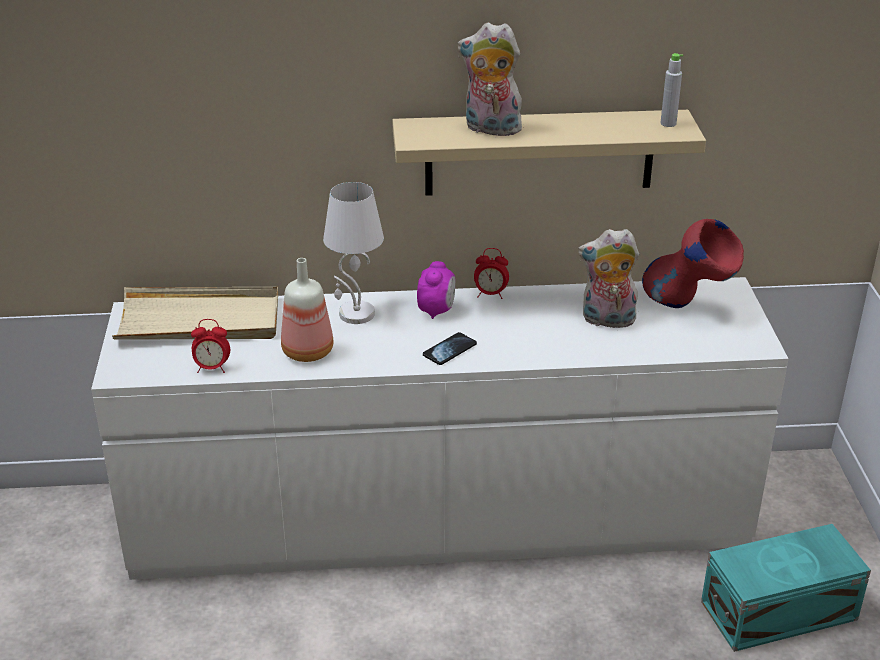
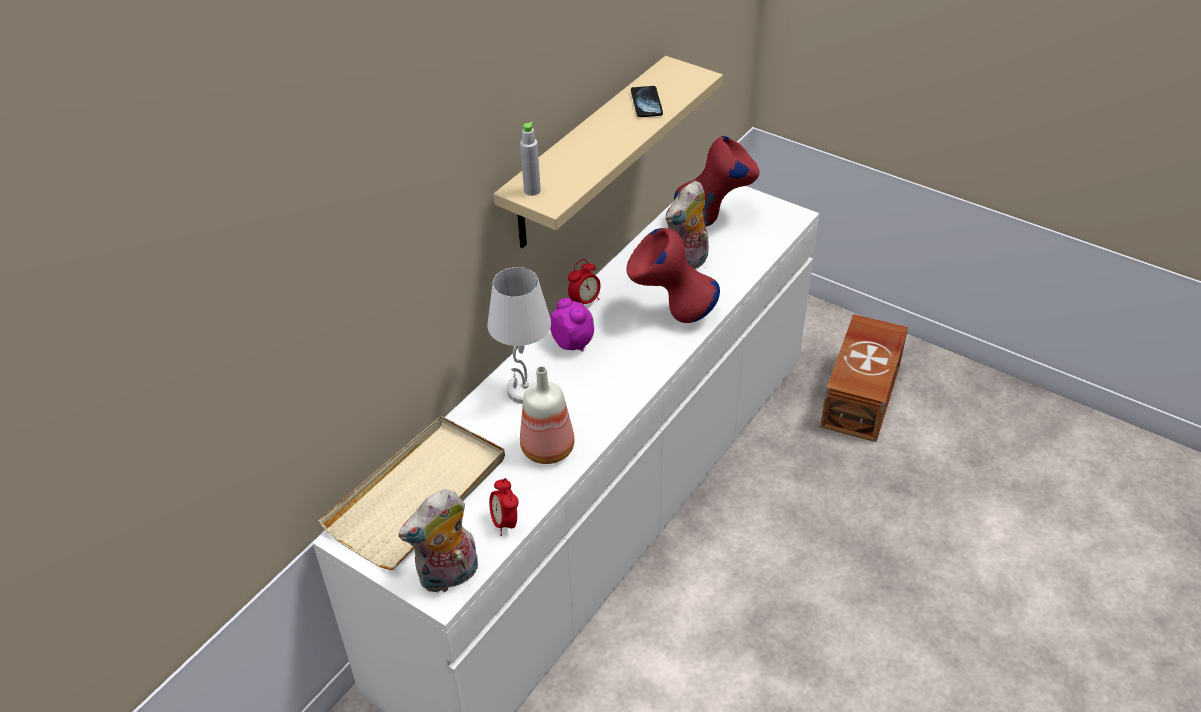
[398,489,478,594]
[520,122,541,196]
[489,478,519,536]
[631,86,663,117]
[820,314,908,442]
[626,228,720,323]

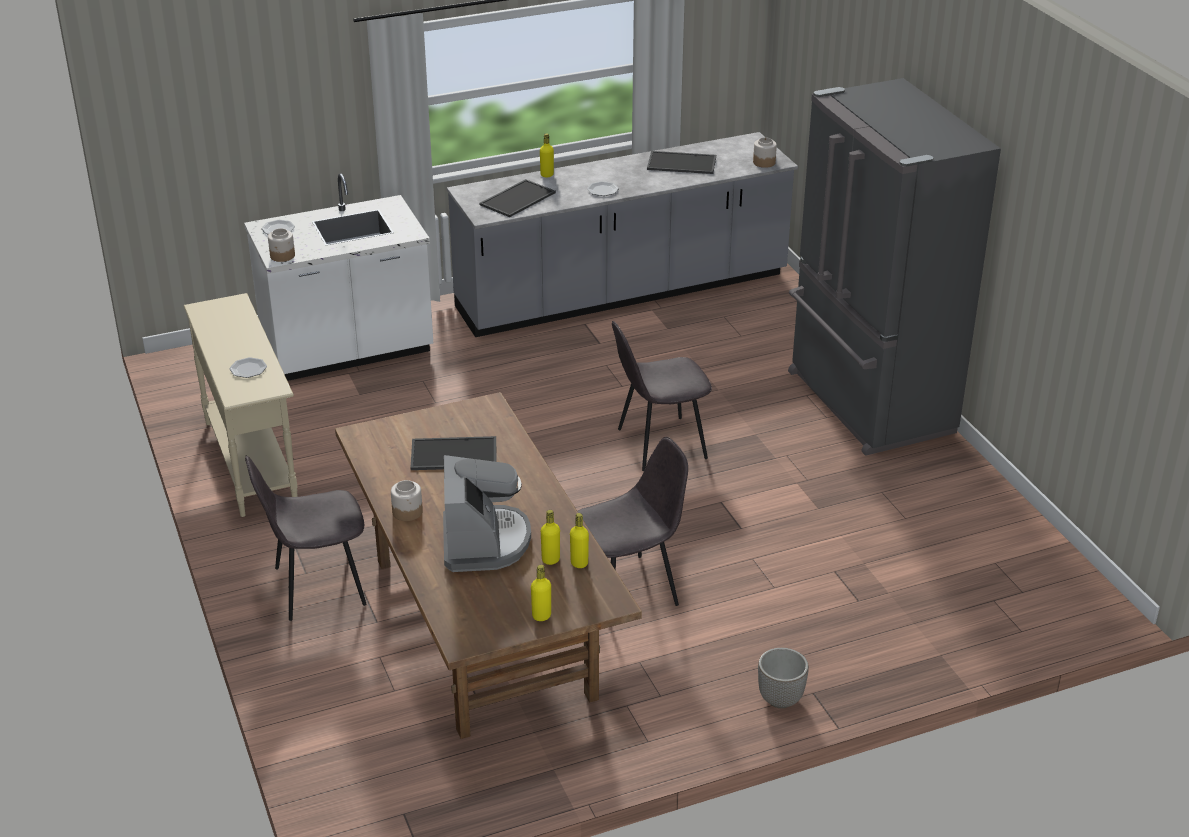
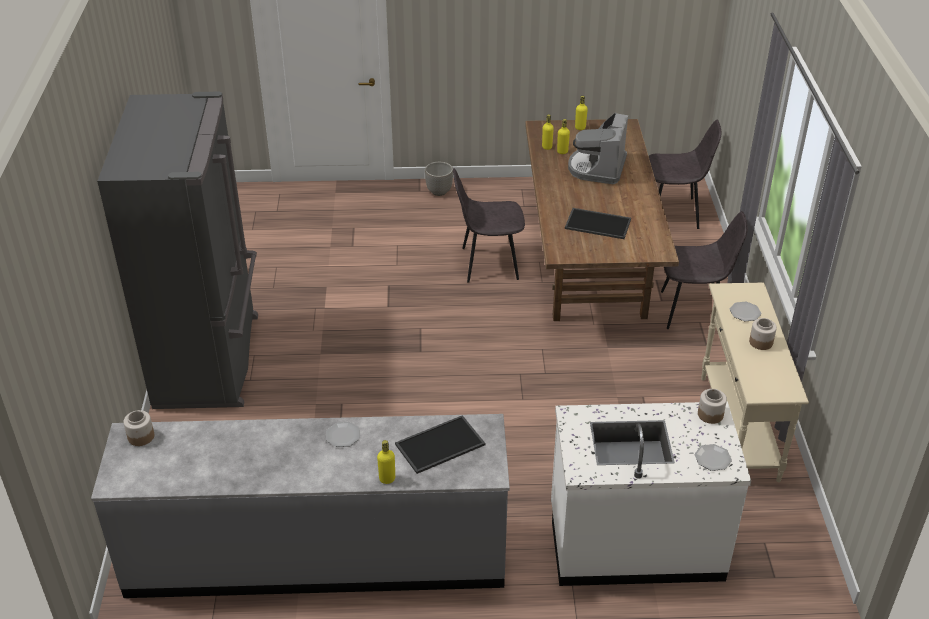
[647,151,716,174] (first image)
[649,120,721,229]
[749,318,777,350]

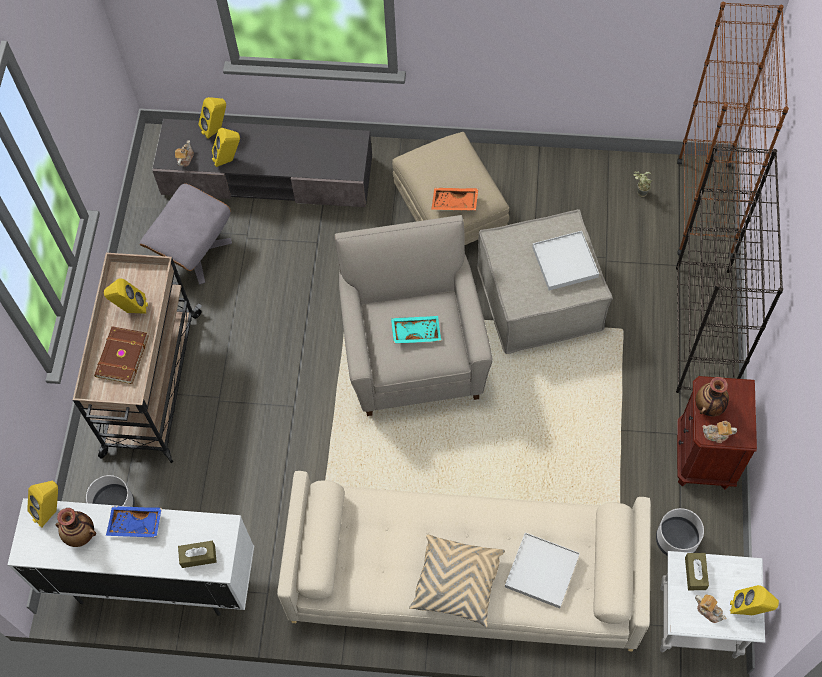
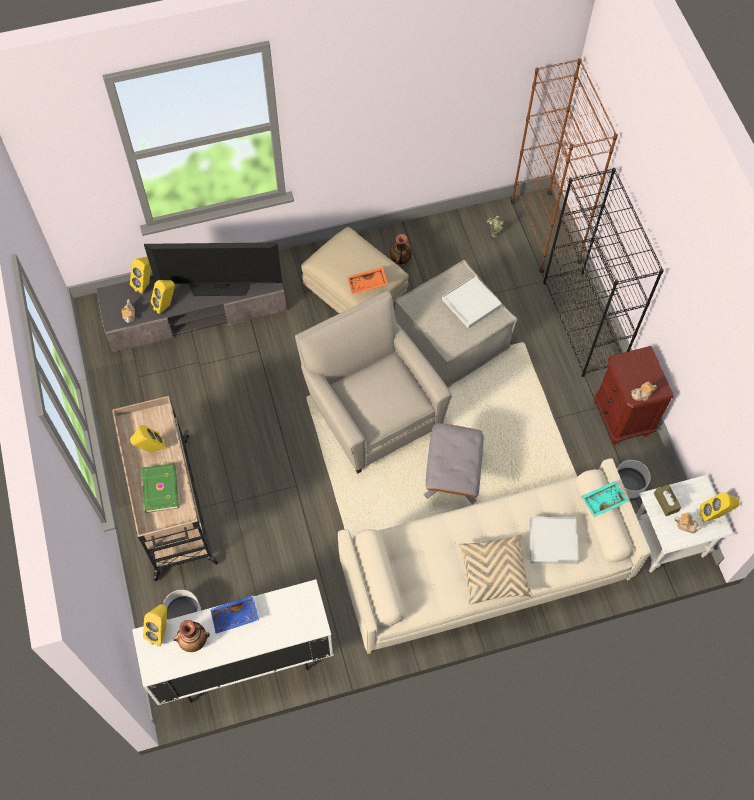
[424,423,484,504]
[581,481,628,517]
[142,463,179,513]
[390,234,412,264]
[178,541,217,568] (first image)
[144,242,282,296]

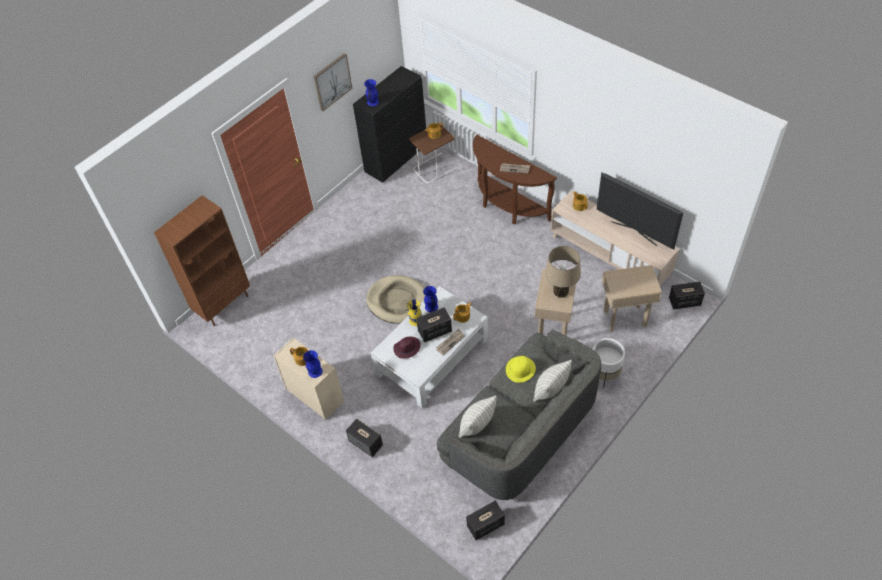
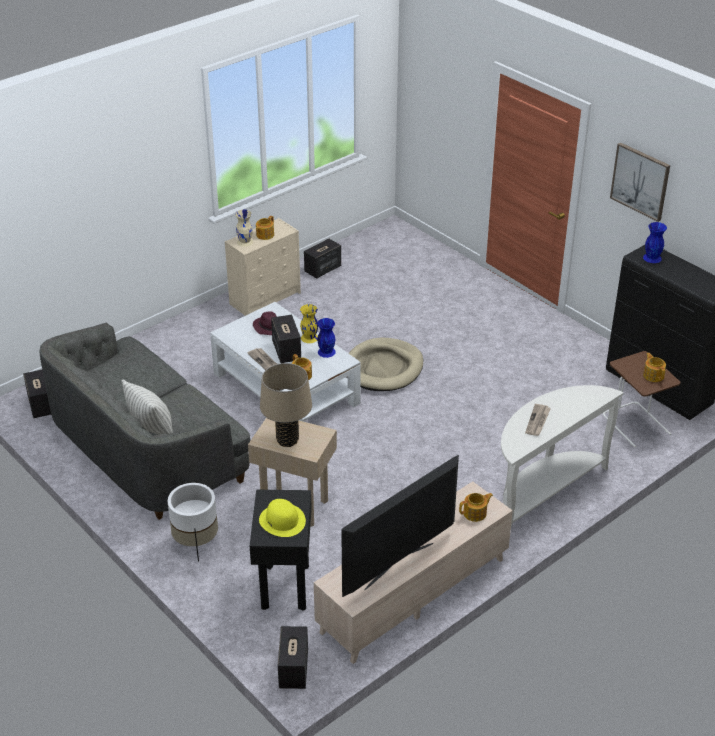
[501,385,623,527]
[154,195,250,326] (first image)
[250,490,312,610]
[235,210,253,247]
[259,499,306,537]
[458,395,497,438] (first image)
[304,239,341,278]

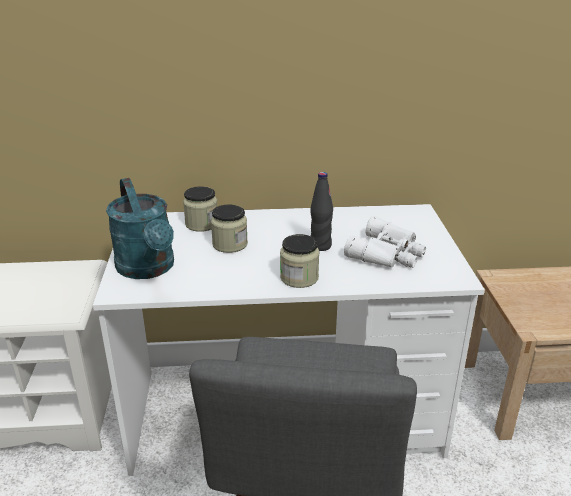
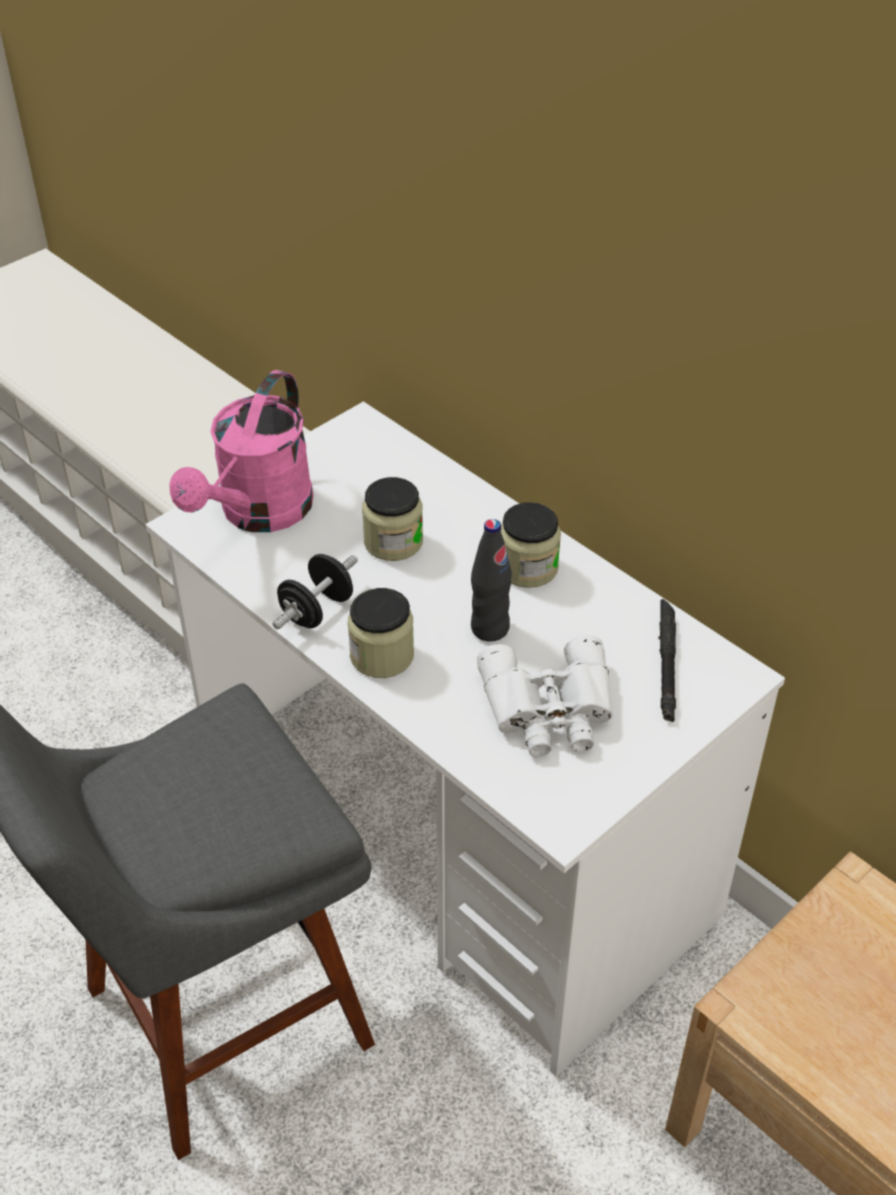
[169,370,314,532]
[501,502,561,588]
[273,554,358,630]
[658,599,676,722]

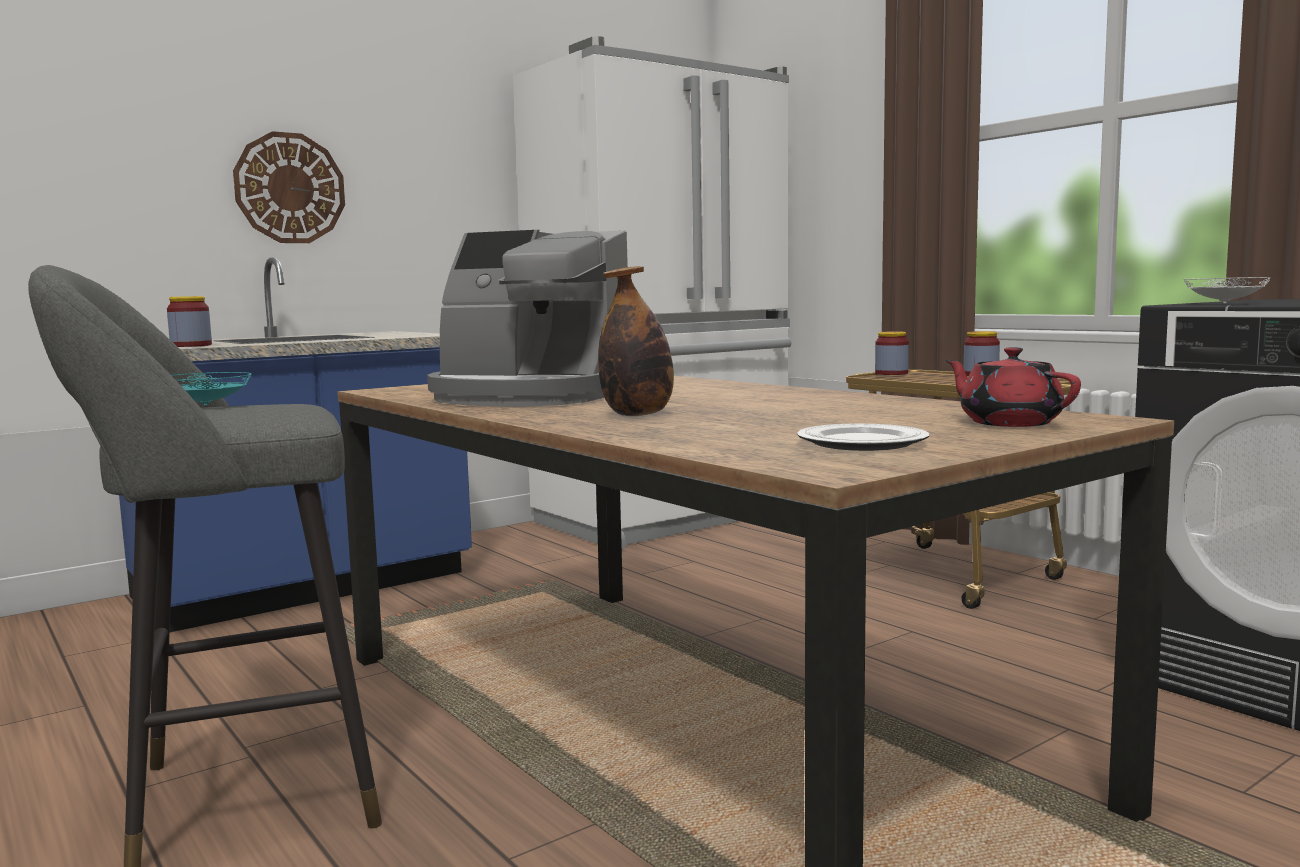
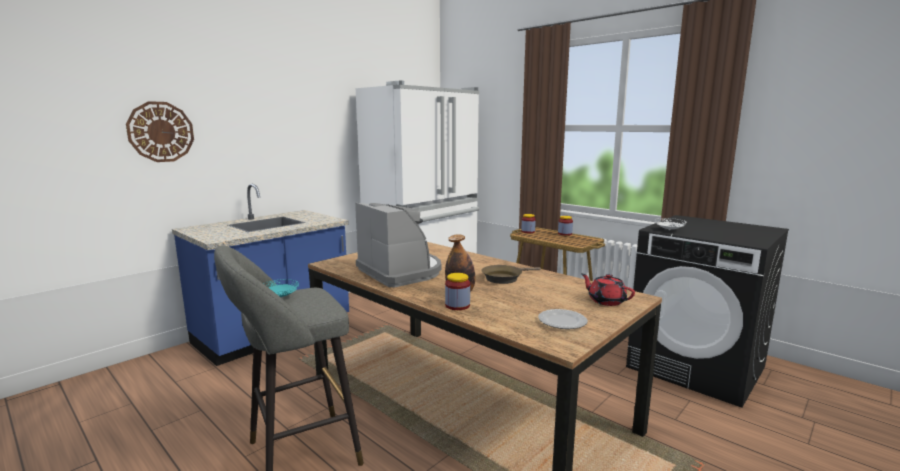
[126,101,194,162]
[355,202,441,287]
[445,273,470,310]
[481,265,541,284]

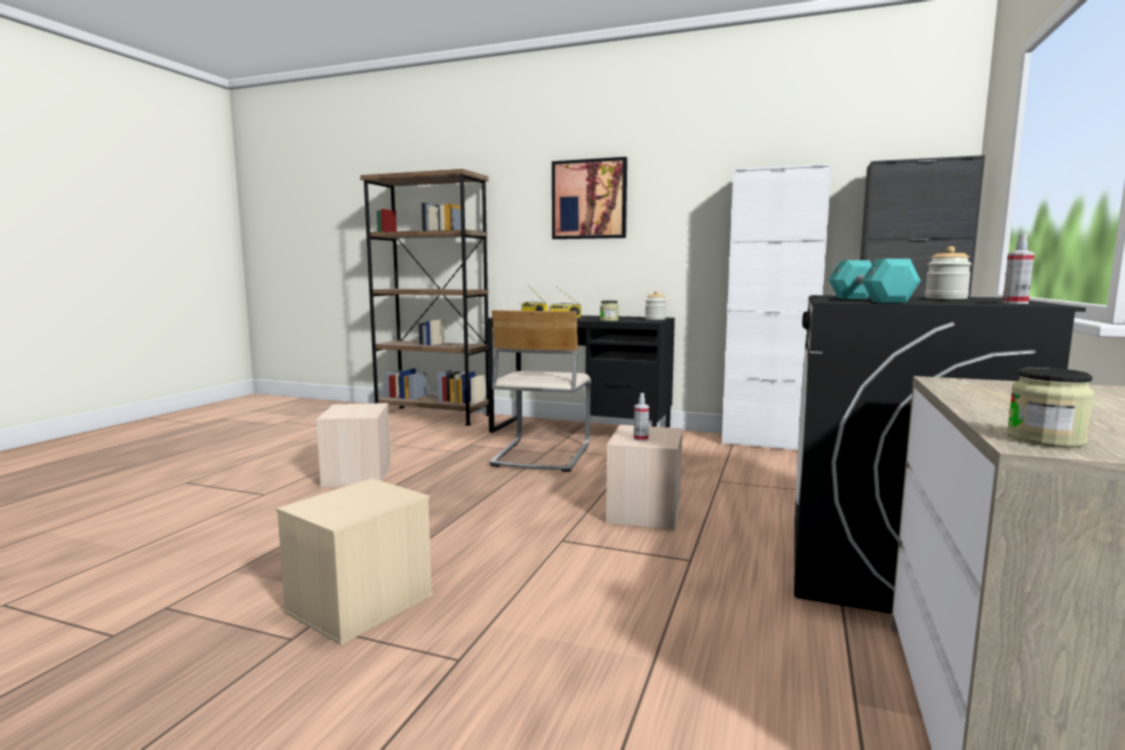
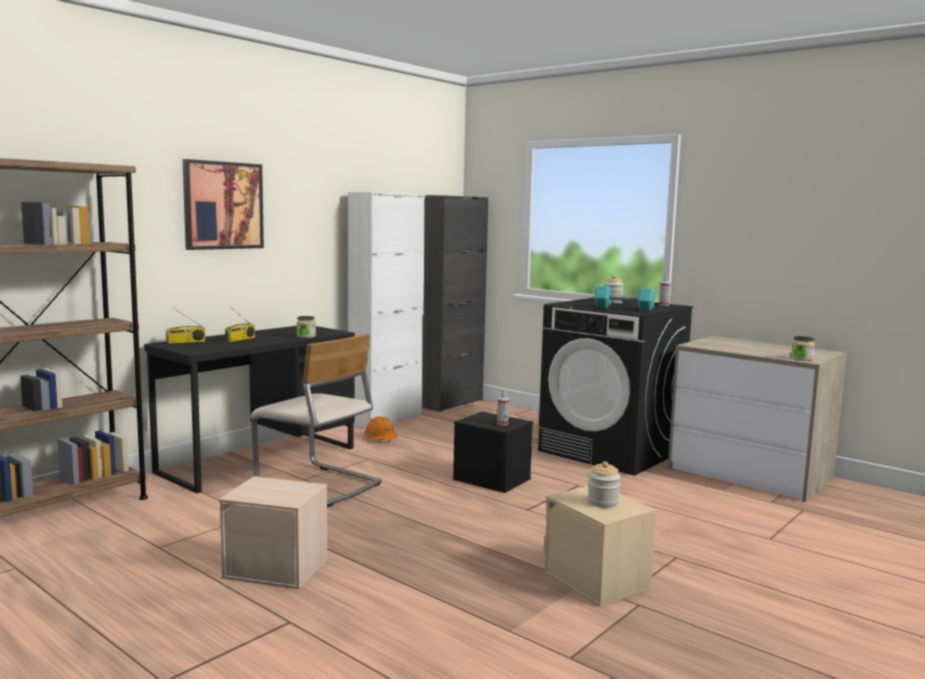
[588,461,621,508]
[453,412,533,493]
[364,416,398,441]

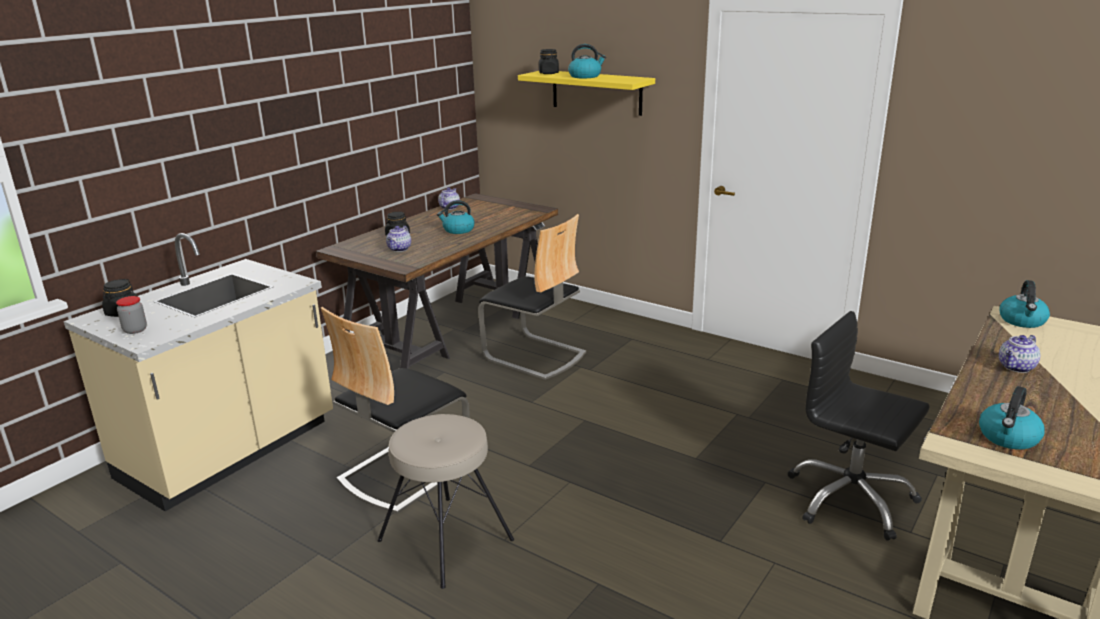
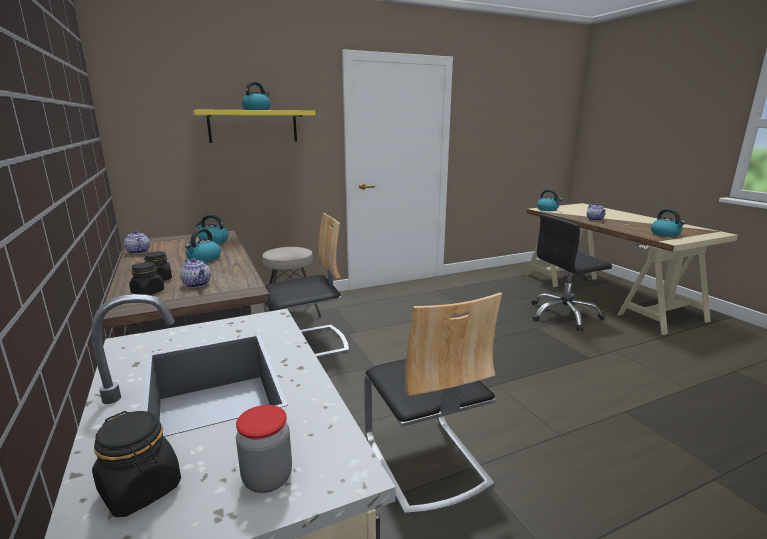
[129,262,164,295]
[262,247,322,318]
[196,215,229,244]

